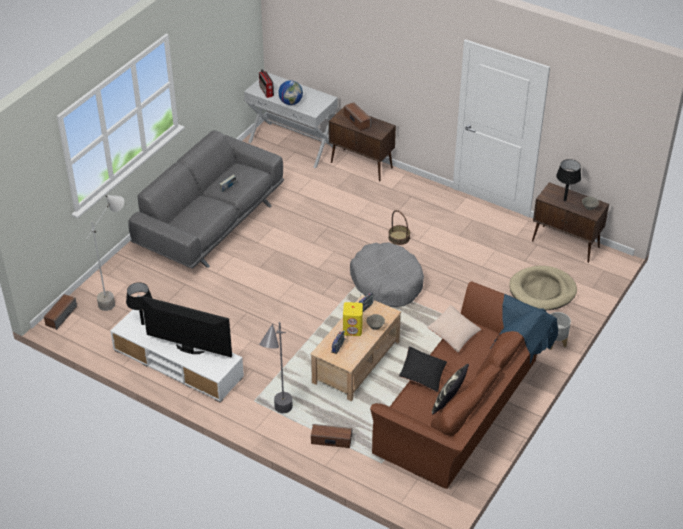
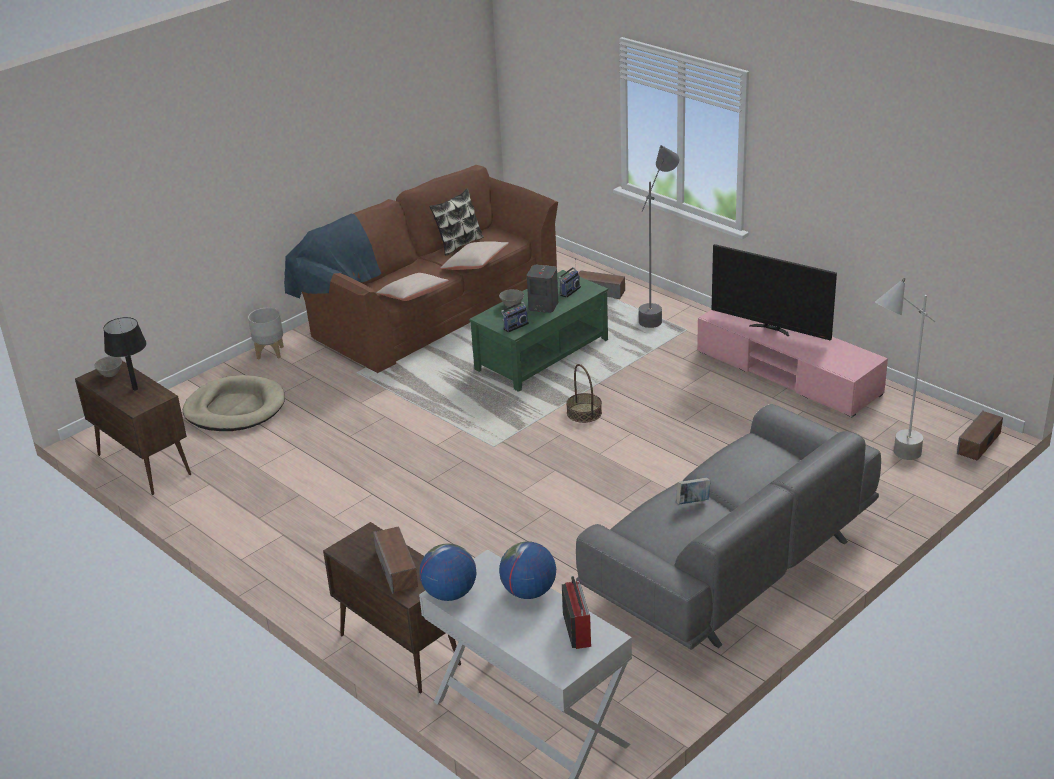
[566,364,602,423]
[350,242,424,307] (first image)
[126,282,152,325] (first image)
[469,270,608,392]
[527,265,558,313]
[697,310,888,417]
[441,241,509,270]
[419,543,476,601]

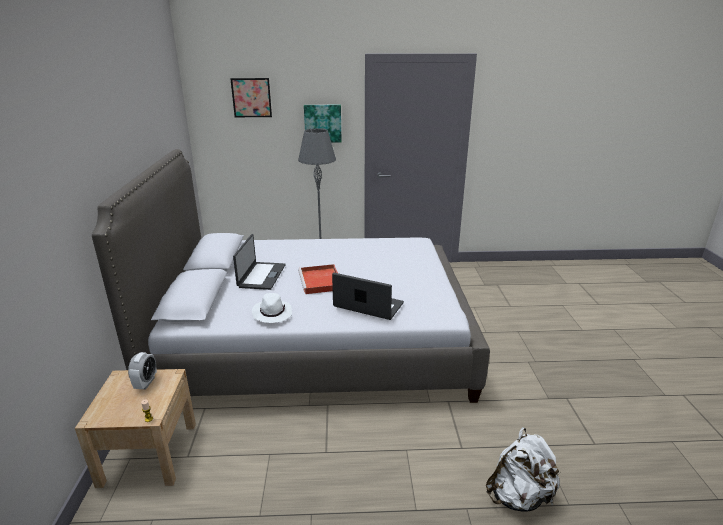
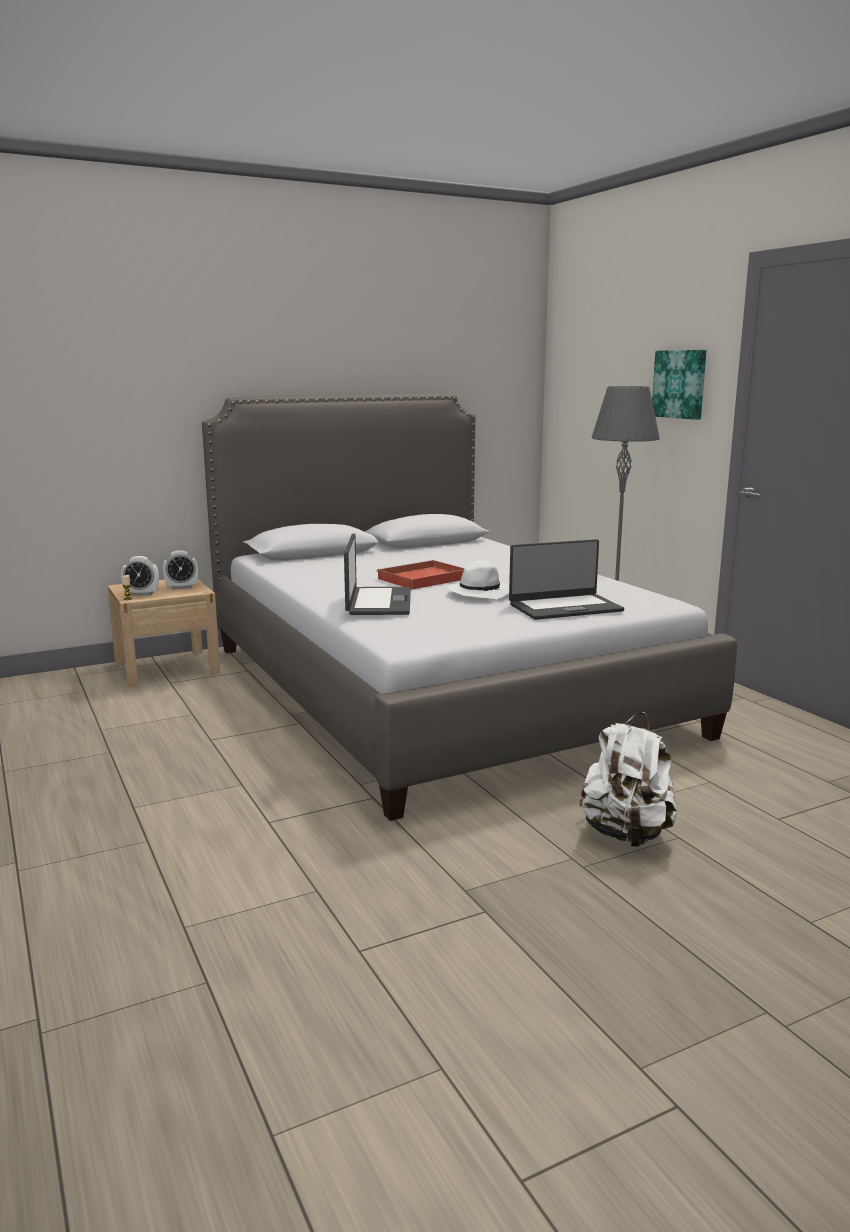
[230,78,272,117] (first image)
[509,539,624,620]
[447,560,509,600]
[580,712,677,847]
[121,556,159,596]

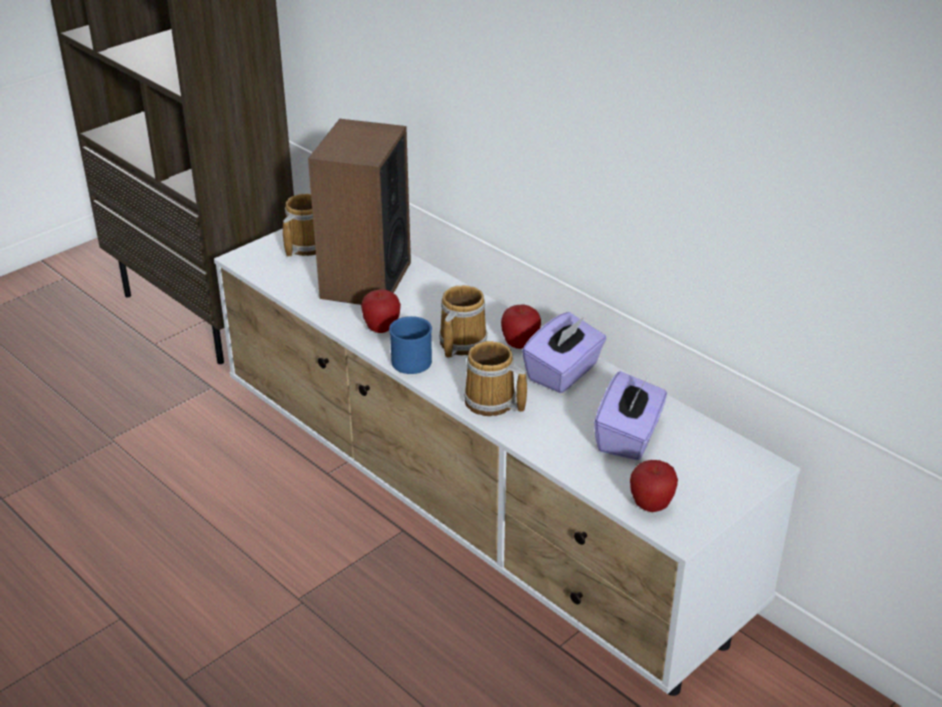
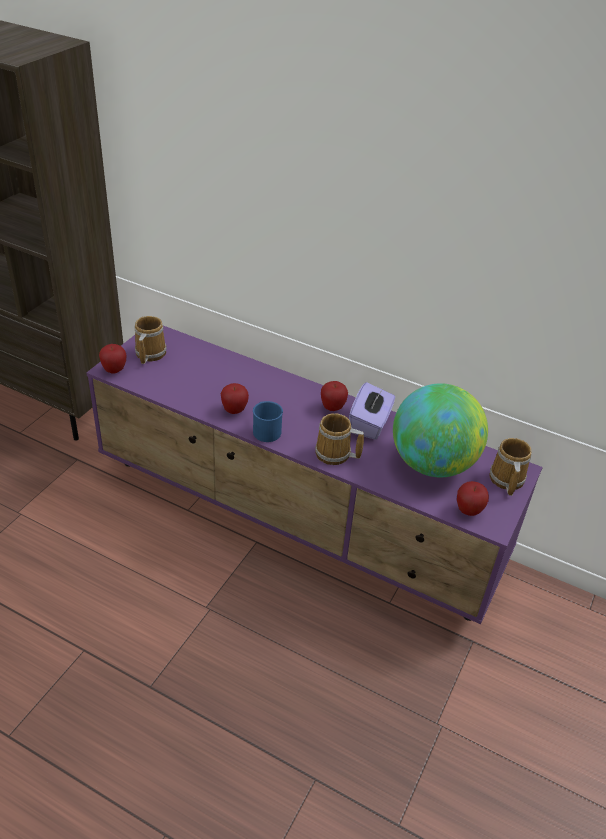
[308,119,411,305] (first image)
[86,326,543,624]
[489,438,532,496]
[393,383,488,477]
[99,344,126,374]

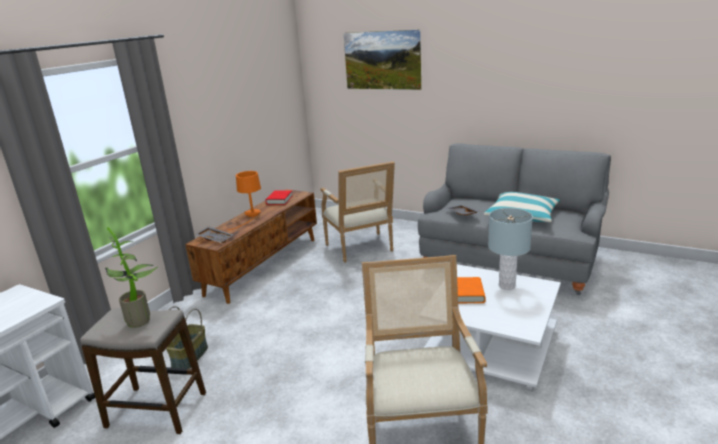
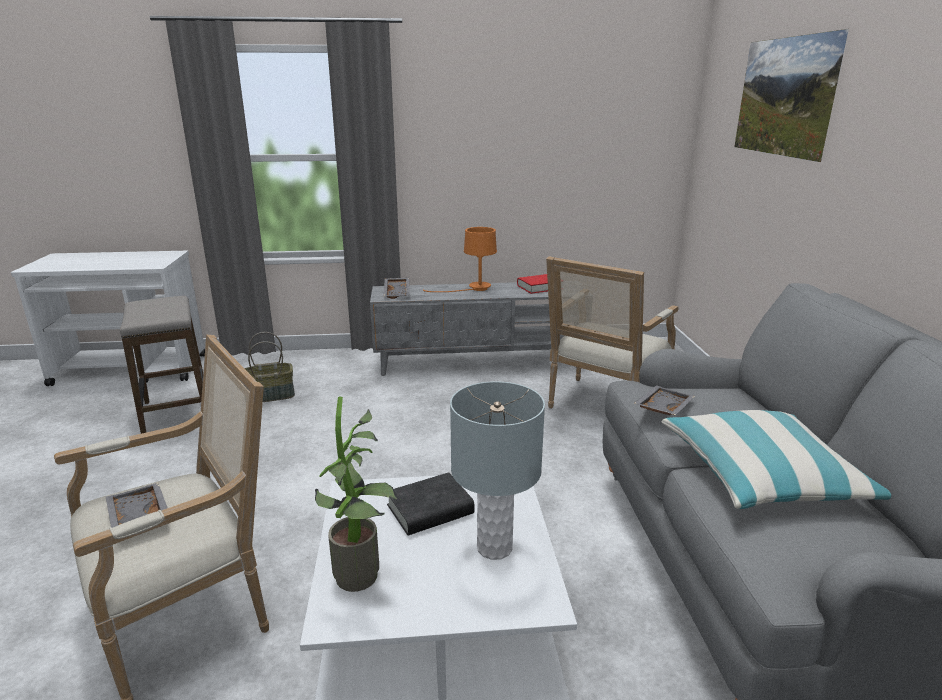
[370,282,565,376]
[315,396,400,592]
[387,472,475,536]
[106,483,167,528]

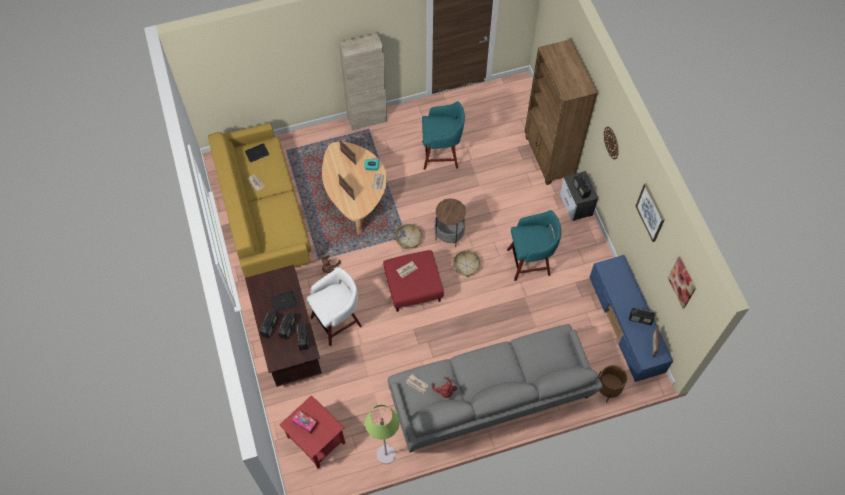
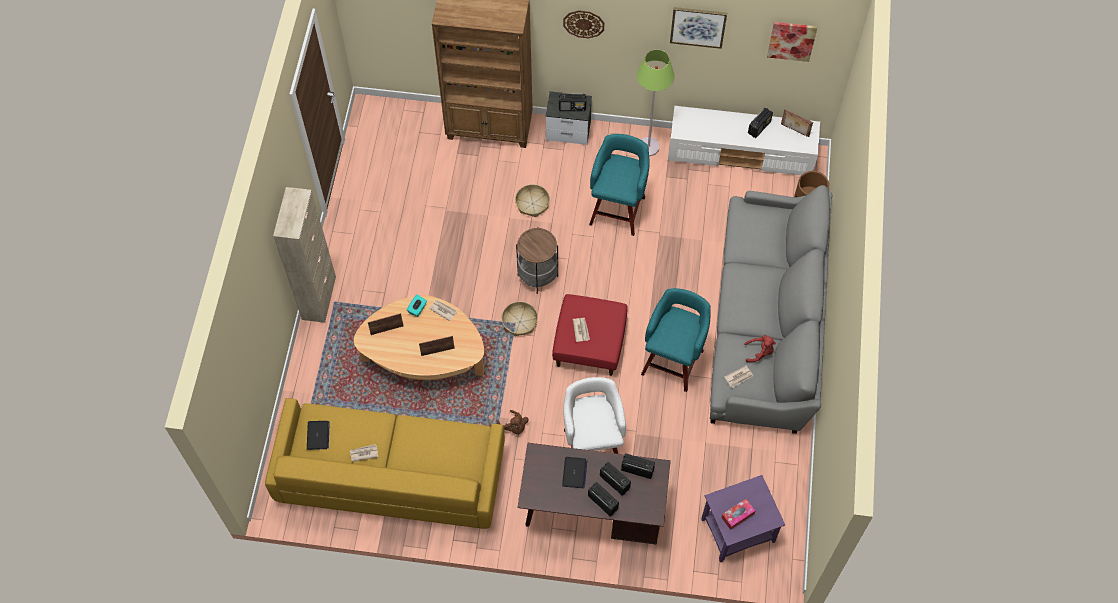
[641,288,711,392]
[515,184,550,217]
[668,106,820,175]
[701,475,785,562]
[637,50,675,156]

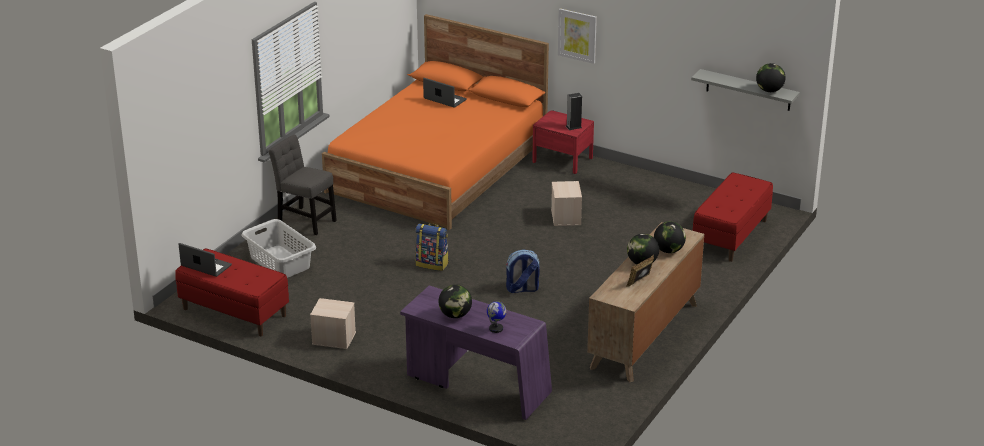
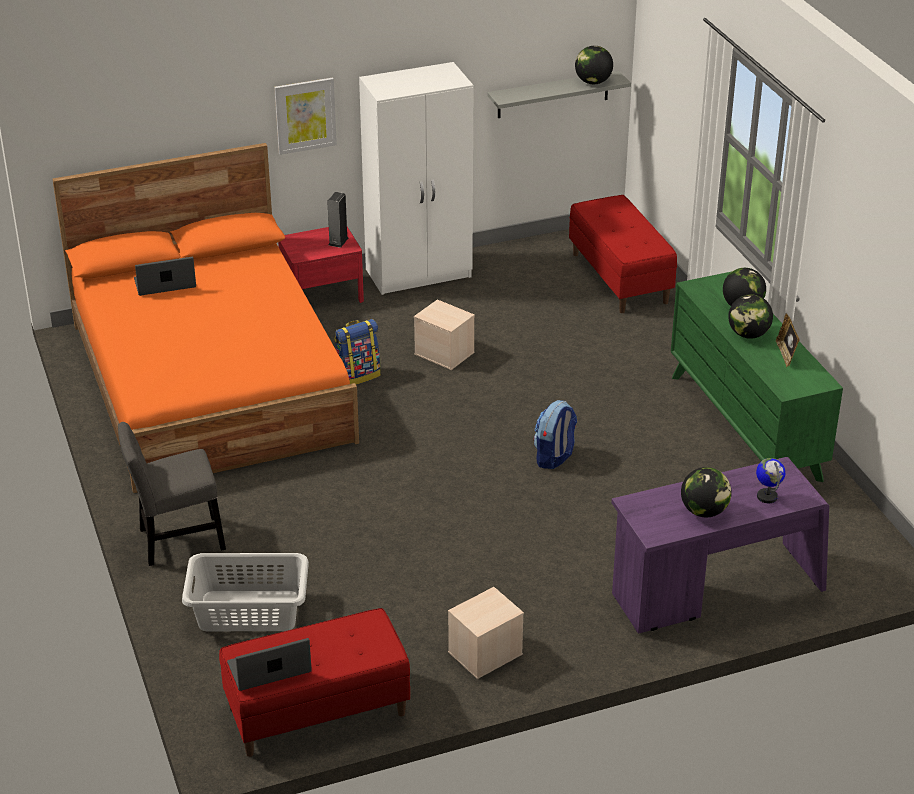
[671,271,843,482]
[334,319,381,385]
[359,62,474,295]

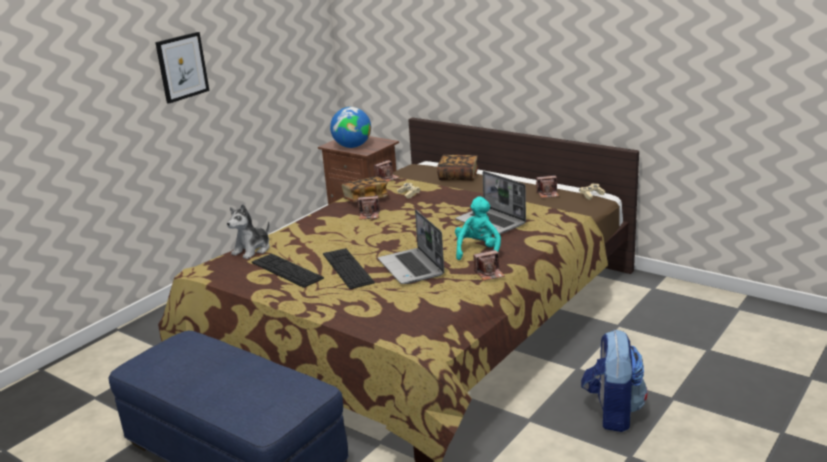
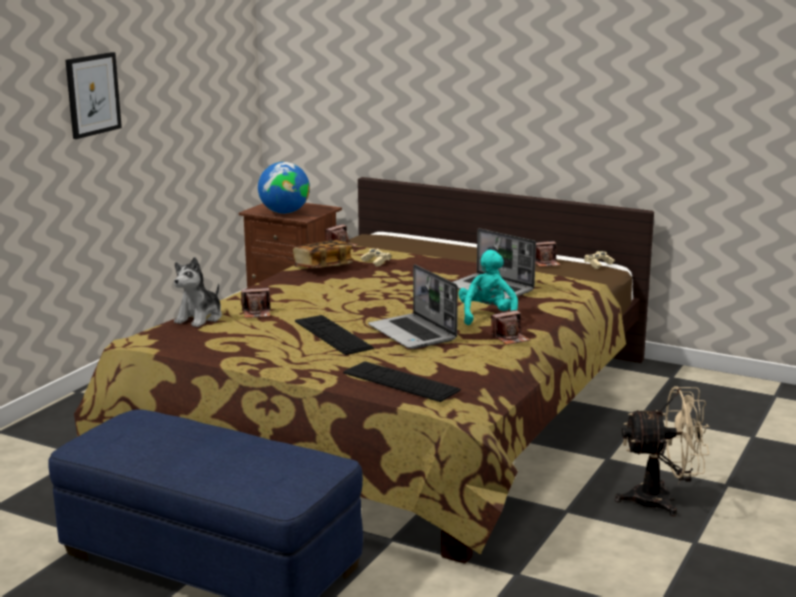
[437,155,479,181] (first image)
[241,287,271,318]
[343,361,461,402]
[615,386,710,516]

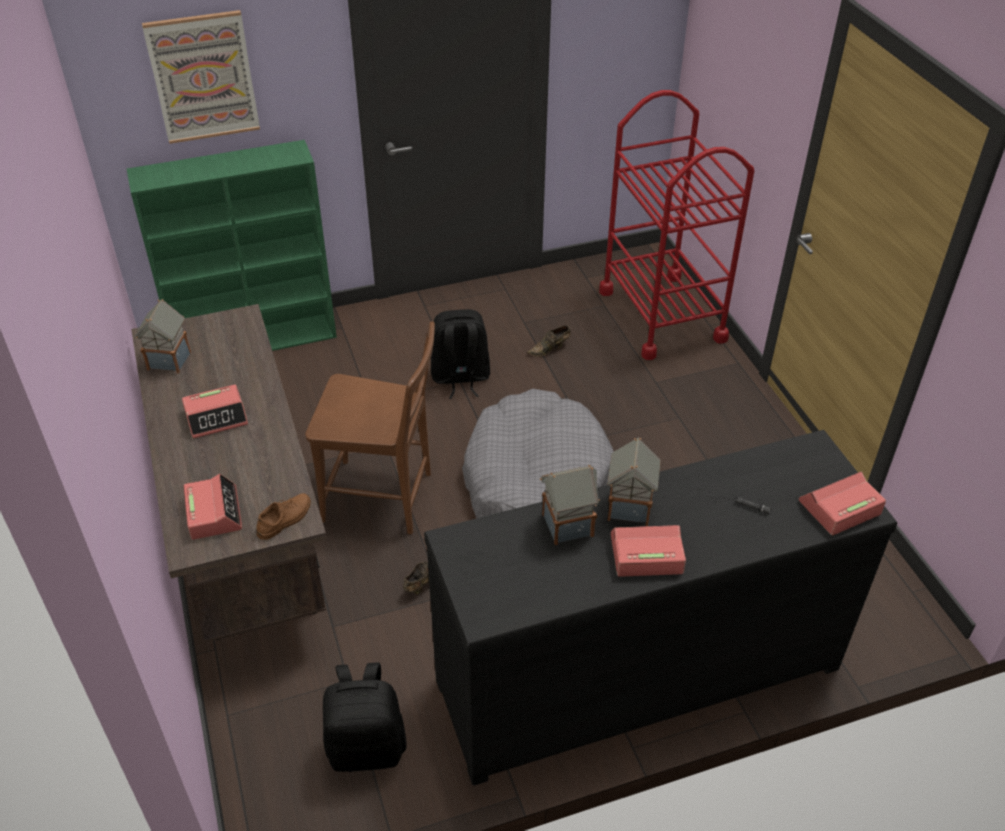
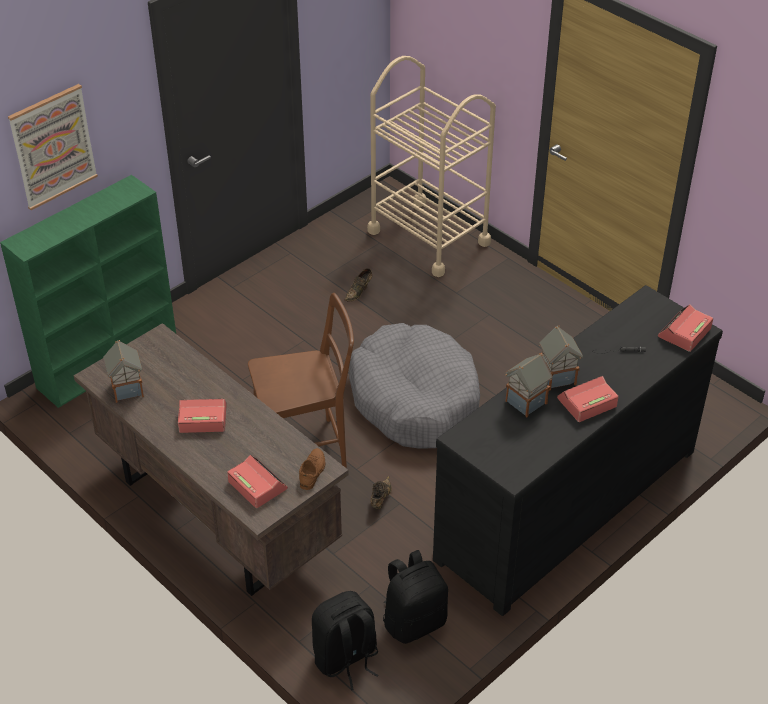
[367,56,496,277]
[312,591,379,690]
[178,399,226,433]

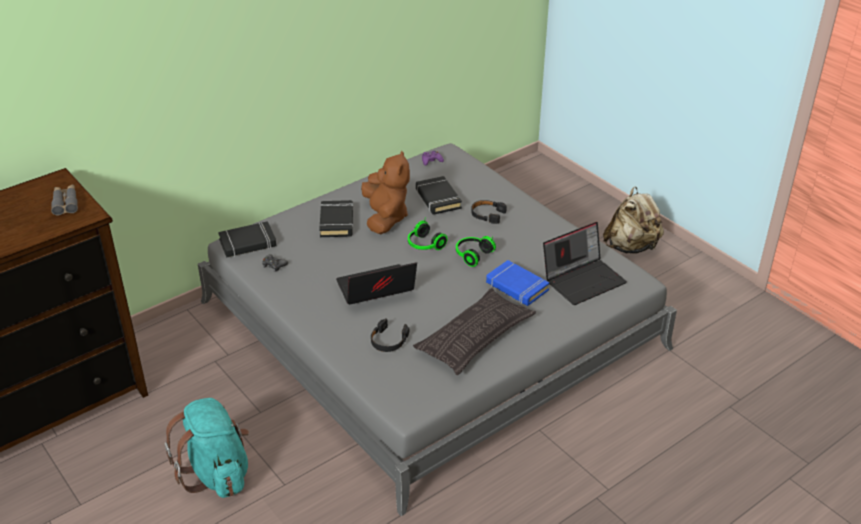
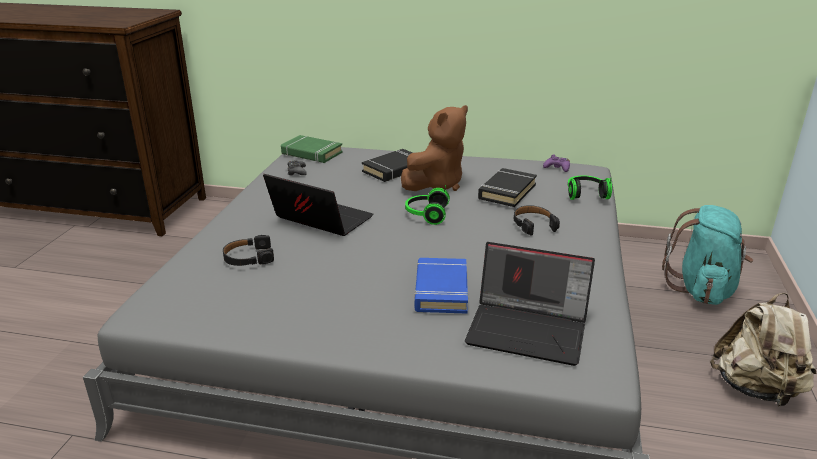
[51,185,78,215] (first image)
[281,135,343,163]
[568,175,612,200]
[413,288,536,375] (first image)
[662,205,754,305]

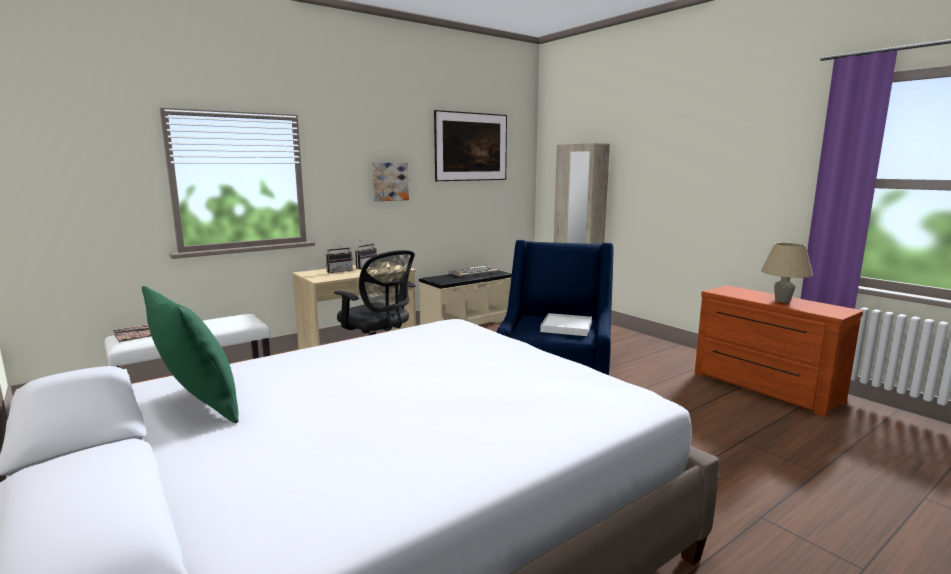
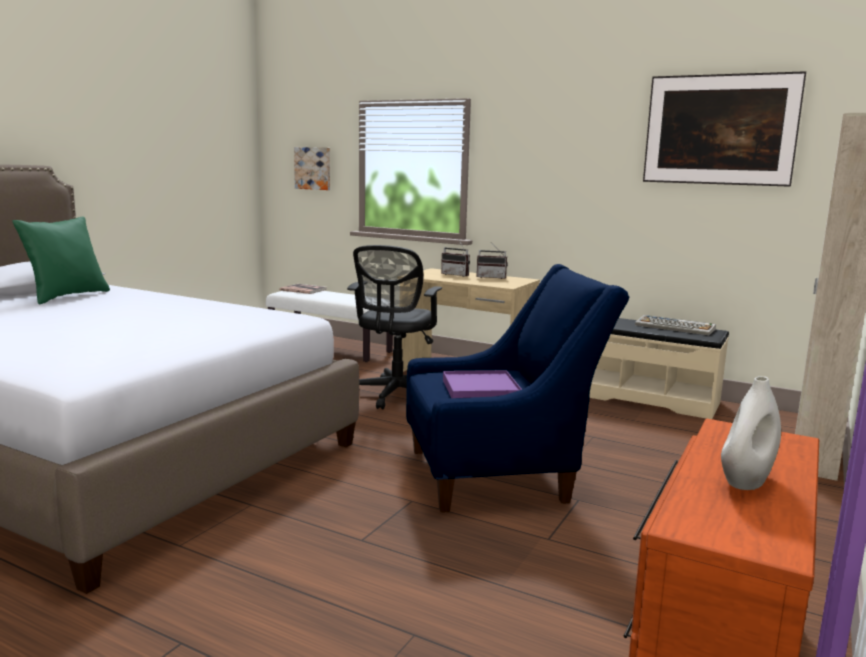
[294,147,330,190]
[721,376,781,490]
[443,370,522,398]

